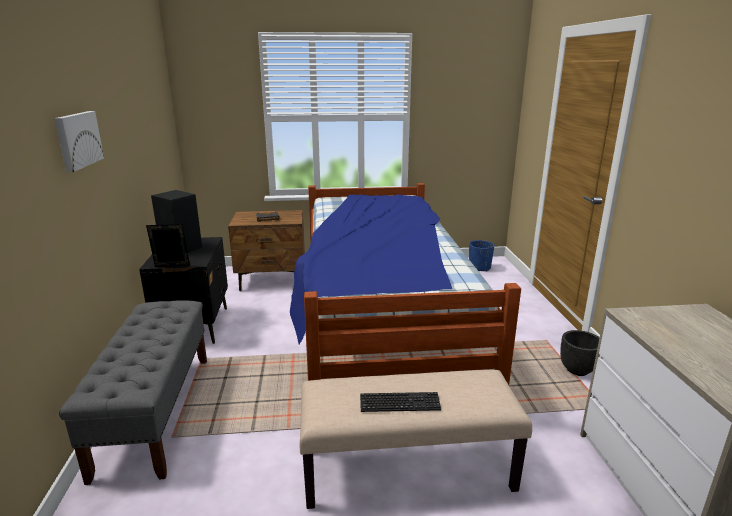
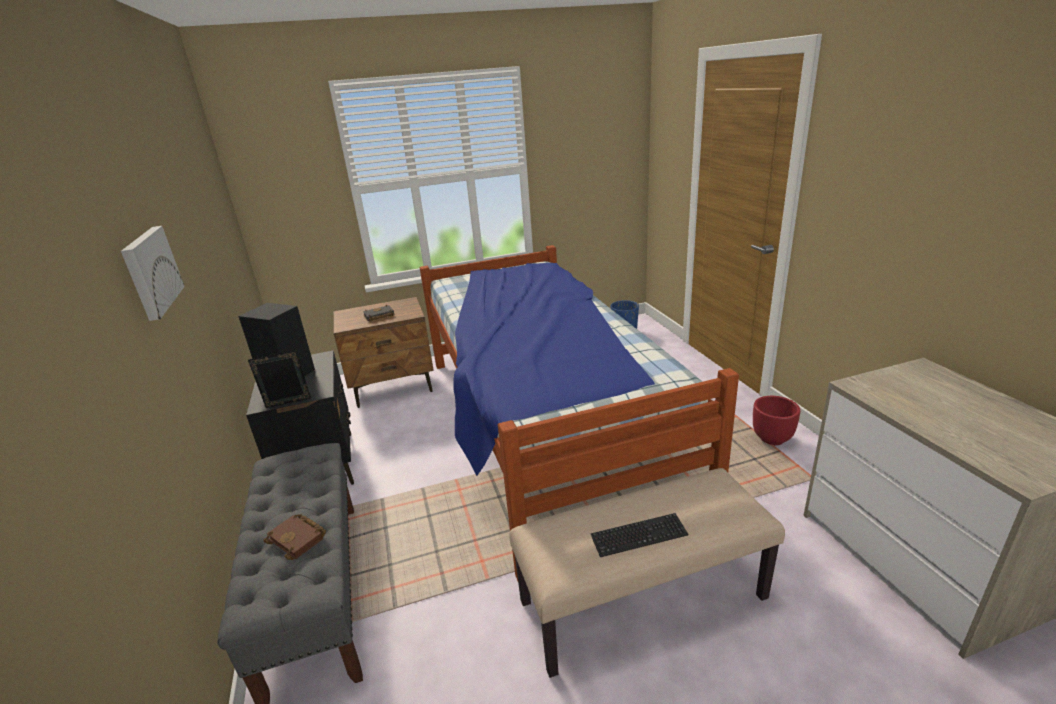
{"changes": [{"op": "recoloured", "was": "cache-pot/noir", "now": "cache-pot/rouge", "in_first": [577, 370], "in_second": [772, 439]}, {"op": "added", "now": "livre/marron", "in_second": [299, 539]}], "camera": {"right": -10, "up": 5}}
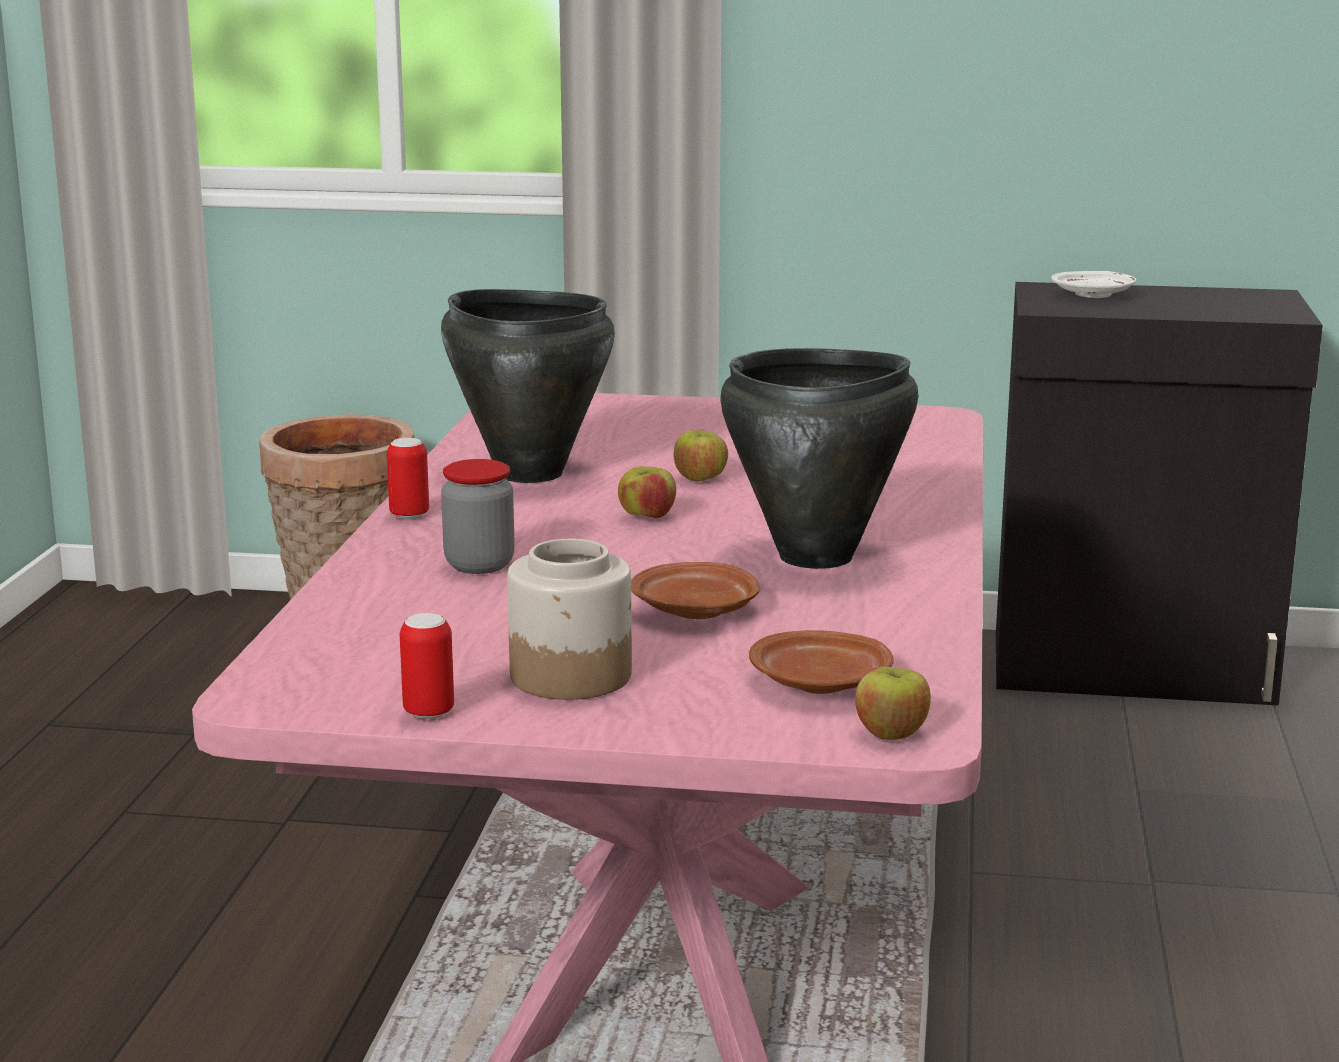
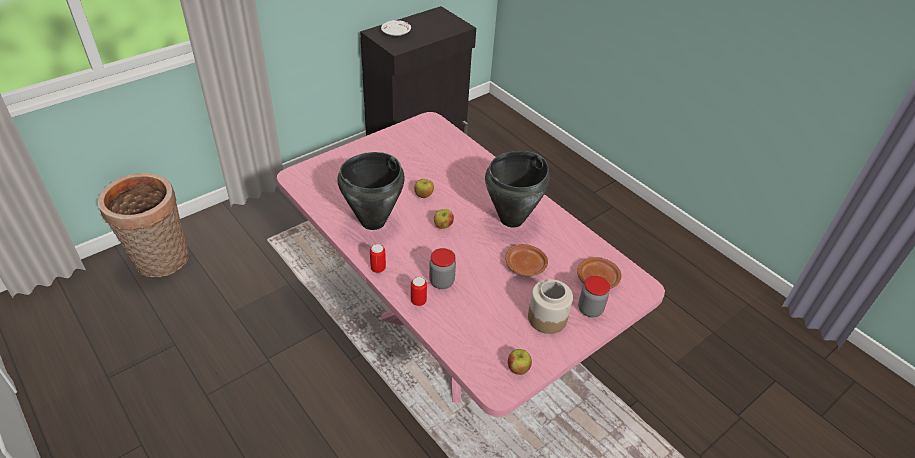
{"changes": [{"op": "moved", "was": "boîte métallique", "in_first": [428, 712], "in_second": [418, 301]}, {"op": "moved", "was": "pomme", "in_first": [891, 734], "in_second": [518, 368]}, {"op": "added", "now": "bocal", "in_second": [590, 309]}], "camera": {"right": -50, "up": 25}}
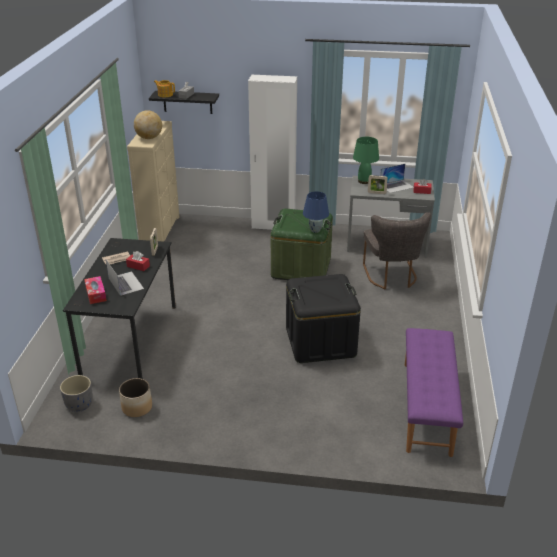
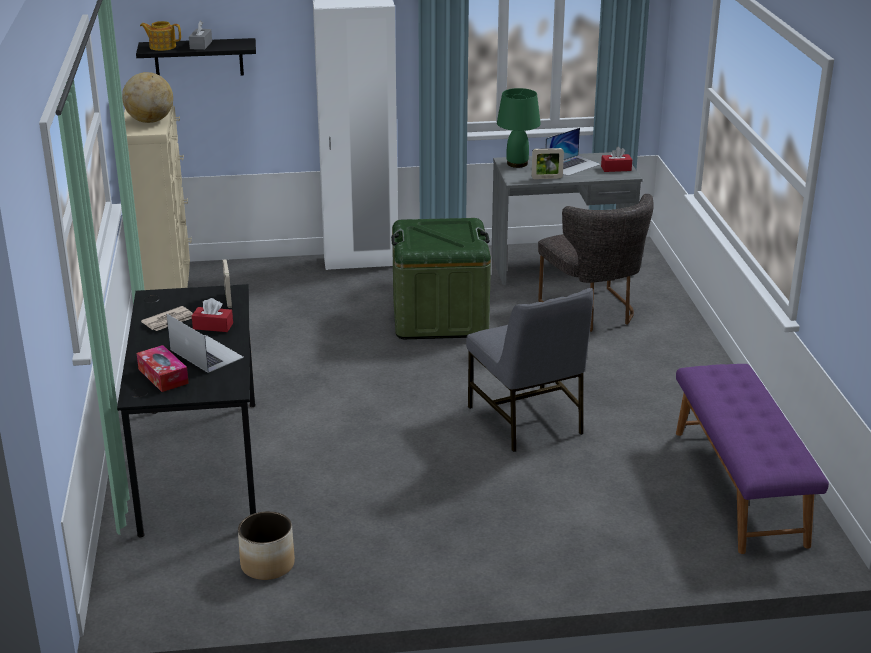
{"changes": [{"op": "removed", "was": "cache-pot/gris", "in_first": [79, 404]}, {"op": "replaced", "was": "boîte de rangement/noir", "now": "chaise/gris", "in_first": [320, 342], "in_second": [527, 421]}, {"op": "removed", "was": "lampe de table/bleu", "in_first": [315, 230]}], "camera": {"right": -15, "up": -5}}
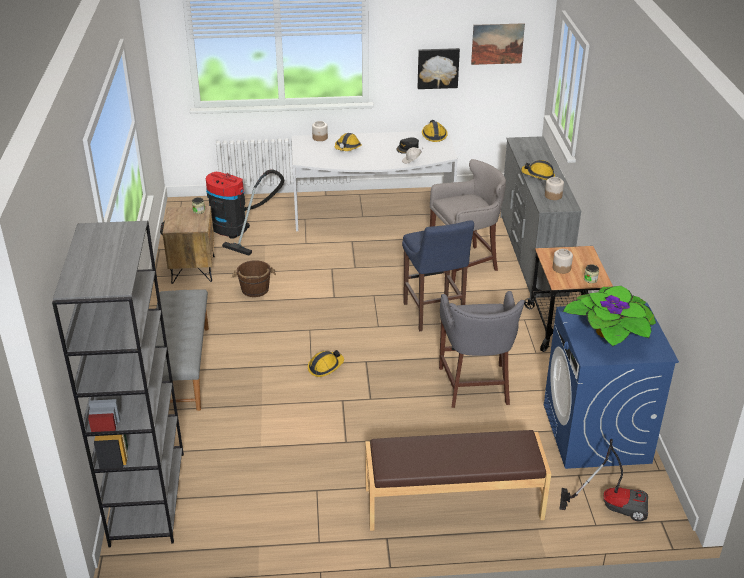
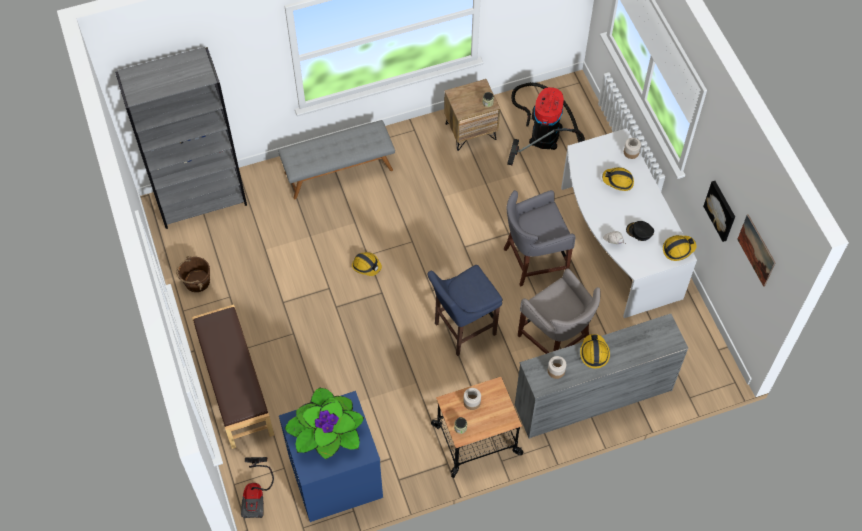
{"changes": [{"op": "moved", "was": "seau/marron", "in_first": [255, 290], "in_second": [196, 281]}, {"op": "moved", "was": "tabouret/gris", "in_first": [475, 387], "in_second": [533, 260]}], "camera": {"right": 75, "up": 25}}
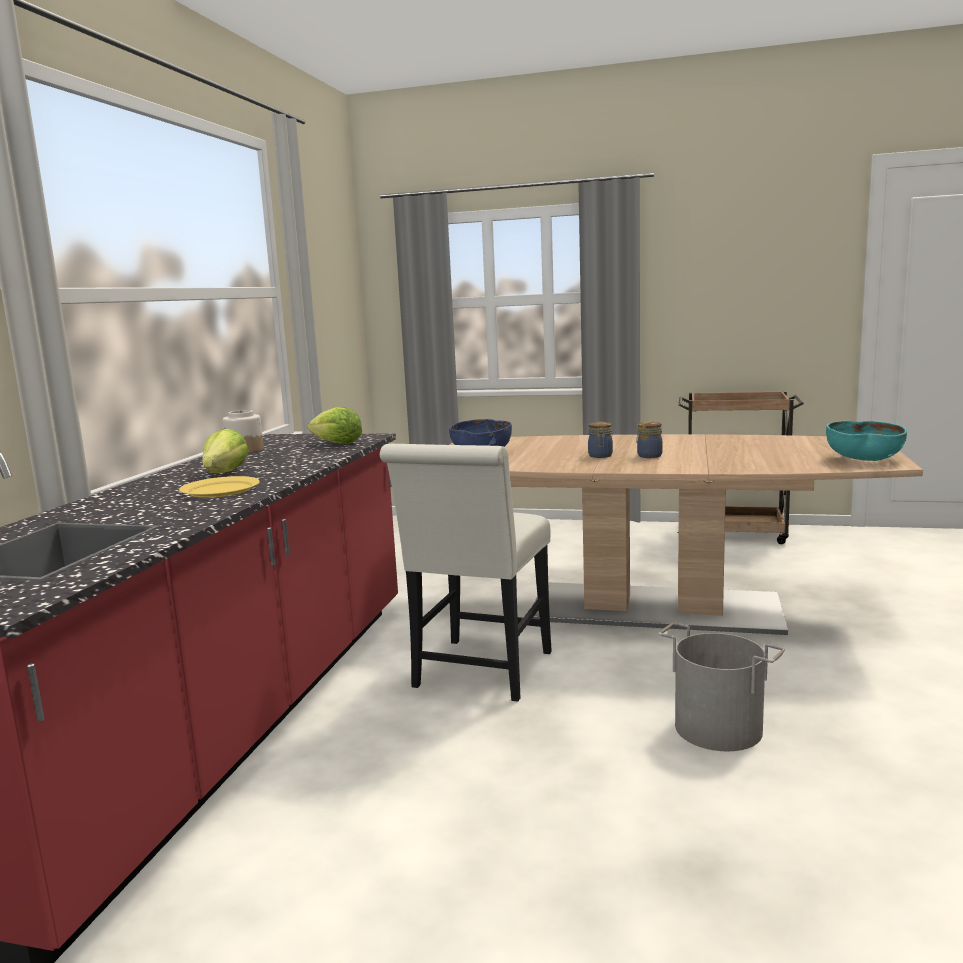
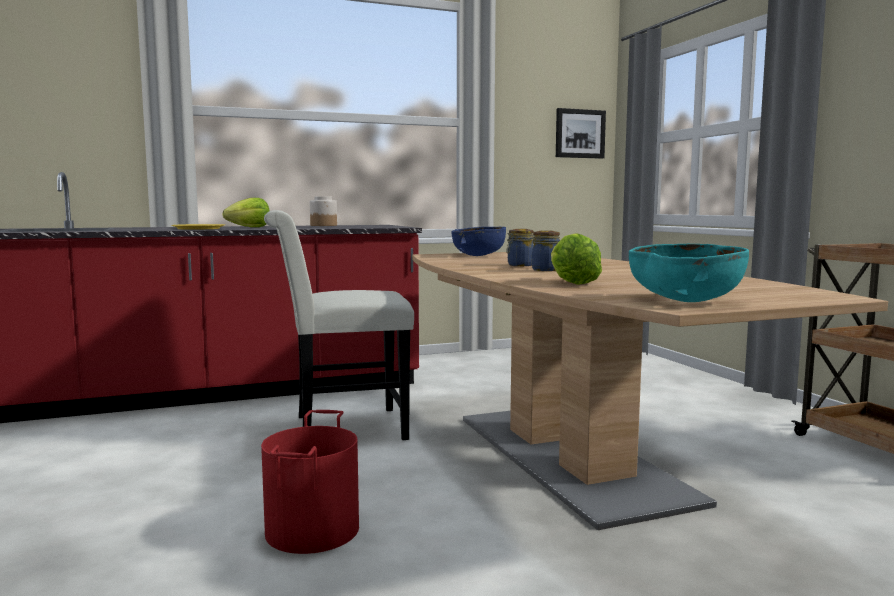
{"changes": [{"op": "moved", "was": "laitue", "in_first": [337, 443], "in_second": [571, 282]}, {"op": "recoloured", "was": "seau/gris", "now": "seau/rouge", "in_first": [718, 727], "in_second": [314, 529]}, {"op": "added", "now": "tableau", "in_second": [579, 134]}], "camera": {"right": 55, "up": -5}}
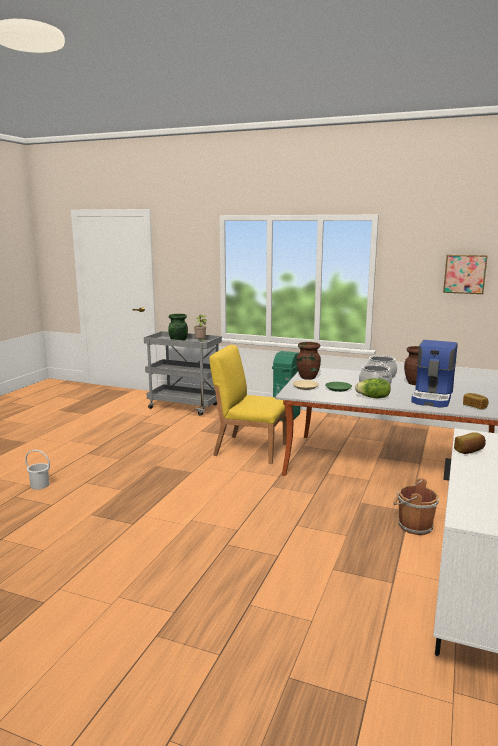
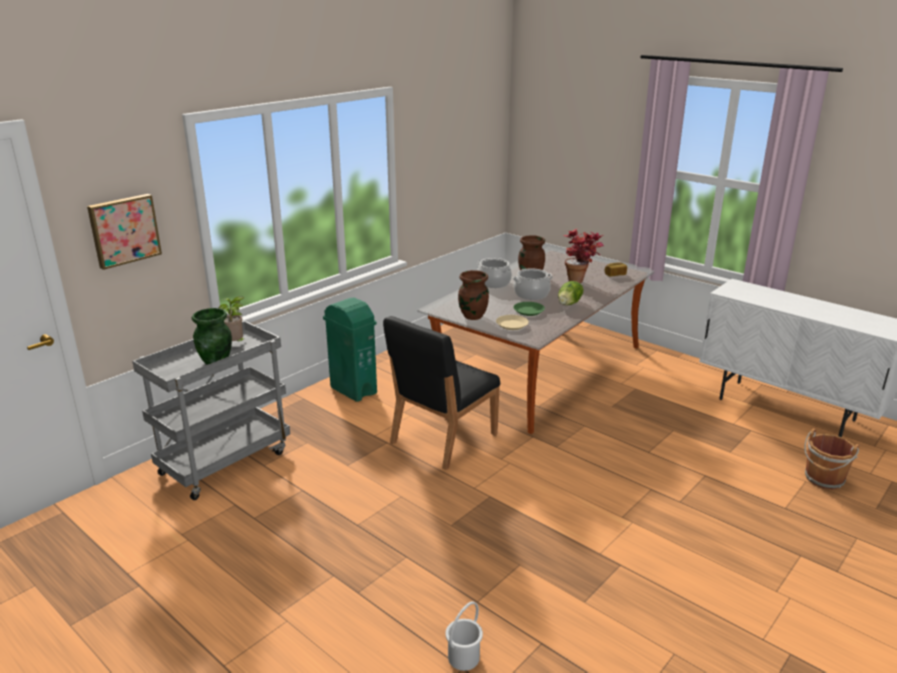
{"changes": [{"op": "recoloured", "was": "chaise/jaune", "now": "chaise/noir", "in_first": [250, 449], "in_second": [442, 438]}, {"op": "moved", "was": "seau/marron", "in_first": [413, 526], "in_second": [823, 479]}, {"op": "replaced", "was": "machine à café", "now": "plante en pot", "in_first": [433, 397], "in_second": [581, 281]}, {"op": "moved", "was": "tableau", "in_first": [464, 274], "in_second": [124, 230]}, {"op": "removed", "was": "pain", "in_first": [469, 451]}], "camera": {"right": -70, "up": 10}}
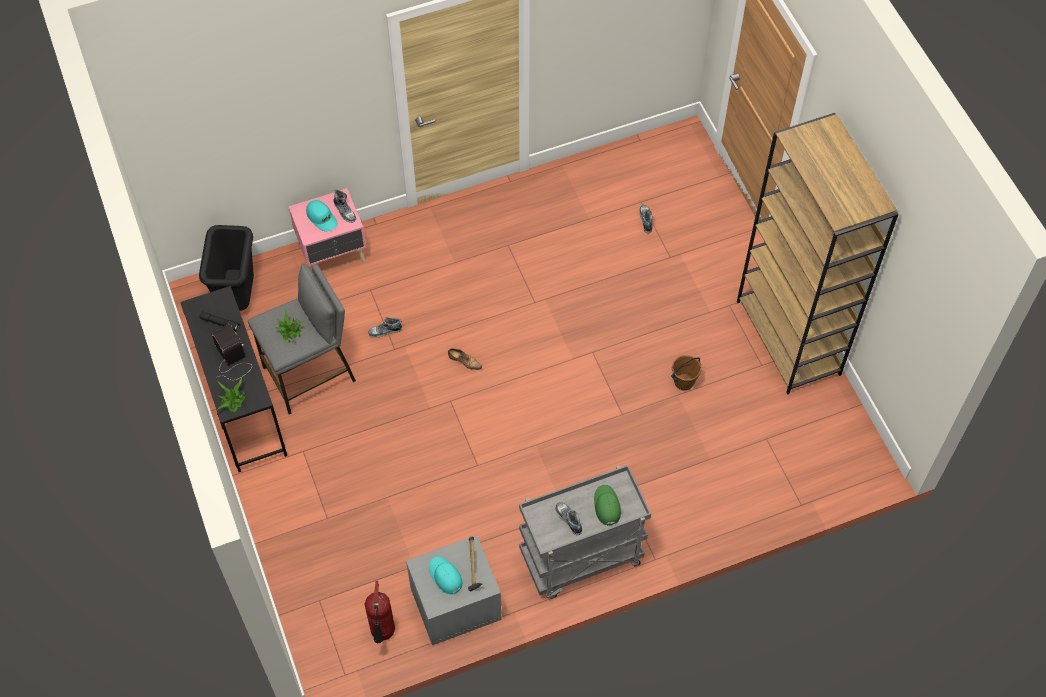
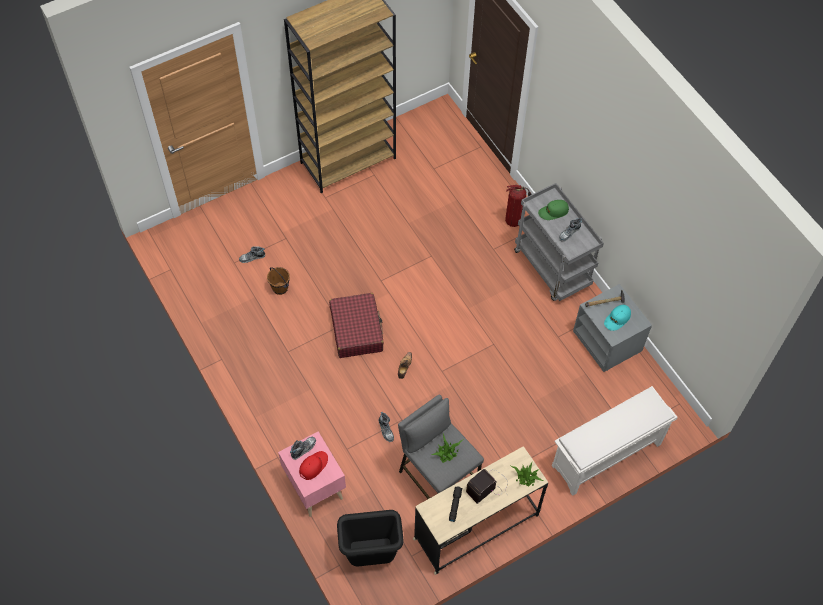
{"changes": [{"op": "recoloured", "was": "bureau/noir", "now": "bureau/beige", "in_first": [242, 405], "in_second": [476, 527]}, {"op": "recoloured", "was": "casquette/turquoise", "now": "casquette/rouge", "in_first": [322, 218], "in_second": [313, 466]}, {"op": "moved", "was": "extincteur", "in_first": [383, 634], "in_second": [515, 221]}, {"op": "moved", "was": "seau/marron", "in_first": [683, 381], "in_second": [280, 288]}, {"op": "added", "now": "valise/rouge", "in_second": [356, 330]}, {"op": "added", "now": "étagère à chaussures/blanc", "in_second": [606, 456]}], "camera": {"right": -100, "up": 0}}
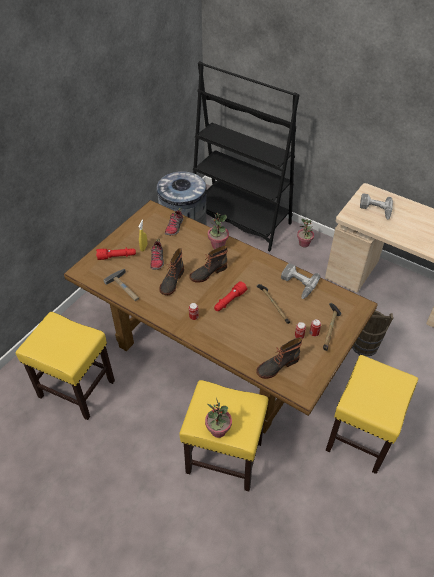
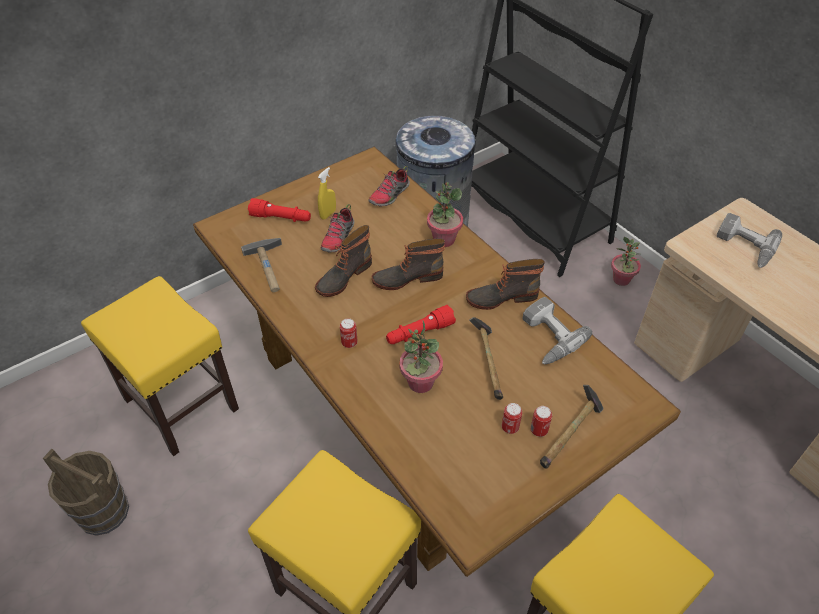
{"changes": [{"op": "moved", "was": "plante en pot", "in_first": [218, 430], "in_second": [420, 383]}, {"op": "moved", "was": "botte", "in_first": [277, 365], "in_second": [501, 297]}, {"op": "moved", "was": "seau/marron", "in_first": [364, 345], "in_second": [103, 511]}], "camera": {"right": 20, "up": 0}}
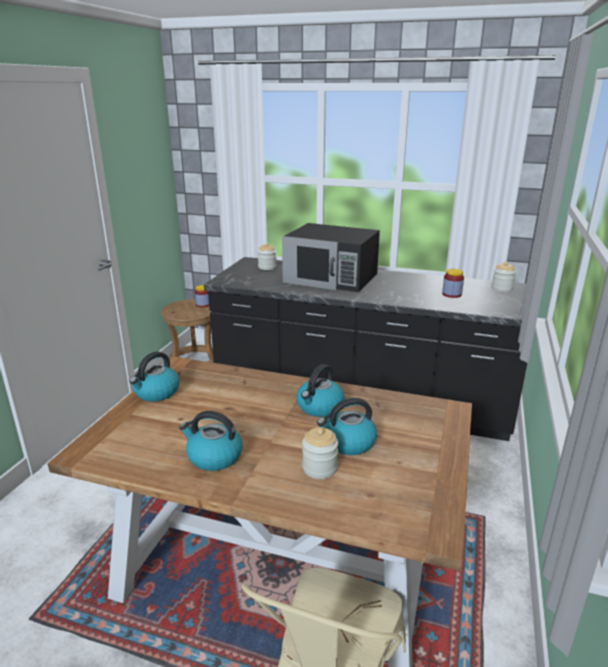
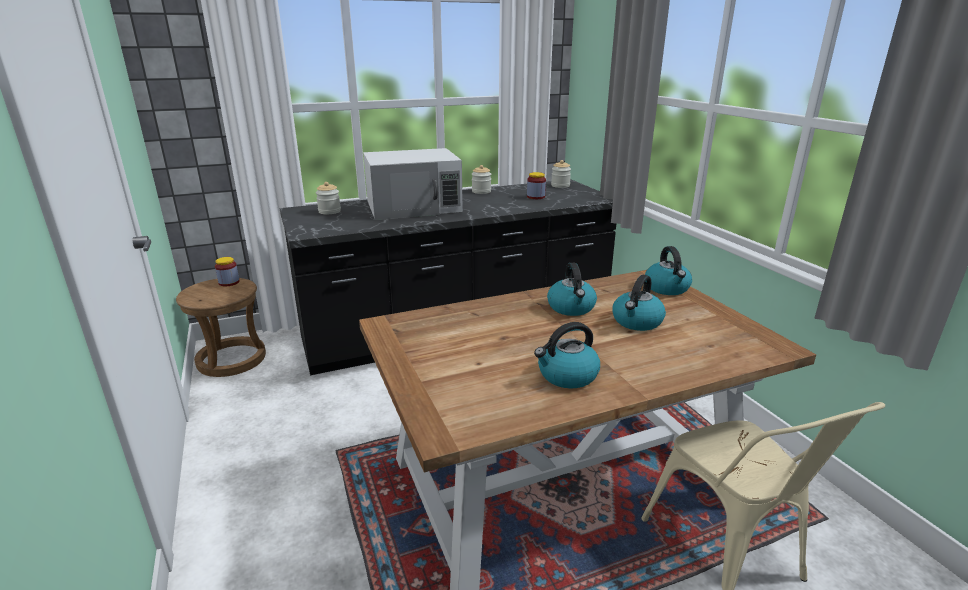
{"changes": [{"op": "moved", "was": "bouilloire", "in_first": [156, 393], "in_second": [667, 288]}, {"op": "recoloured", "was": "micro-ondes/noir", "now": "micro-ondes/blanc", "in_first": [331, 278], "in_second": [414, 206]}, {"op": "moved", "was": "bocal", "in_first": [319, 468], "in_second": [481, 191]}], "camera": {"right": -40, "up": 0}}
